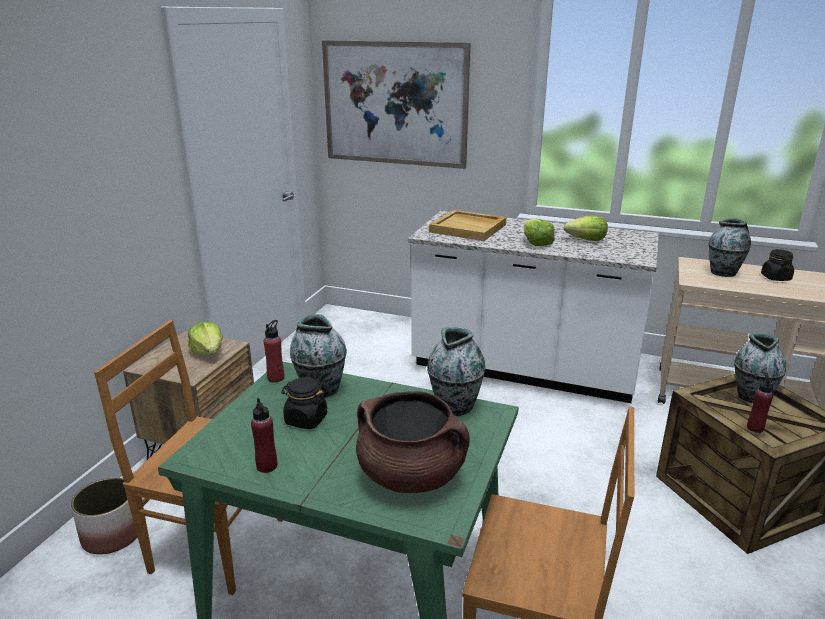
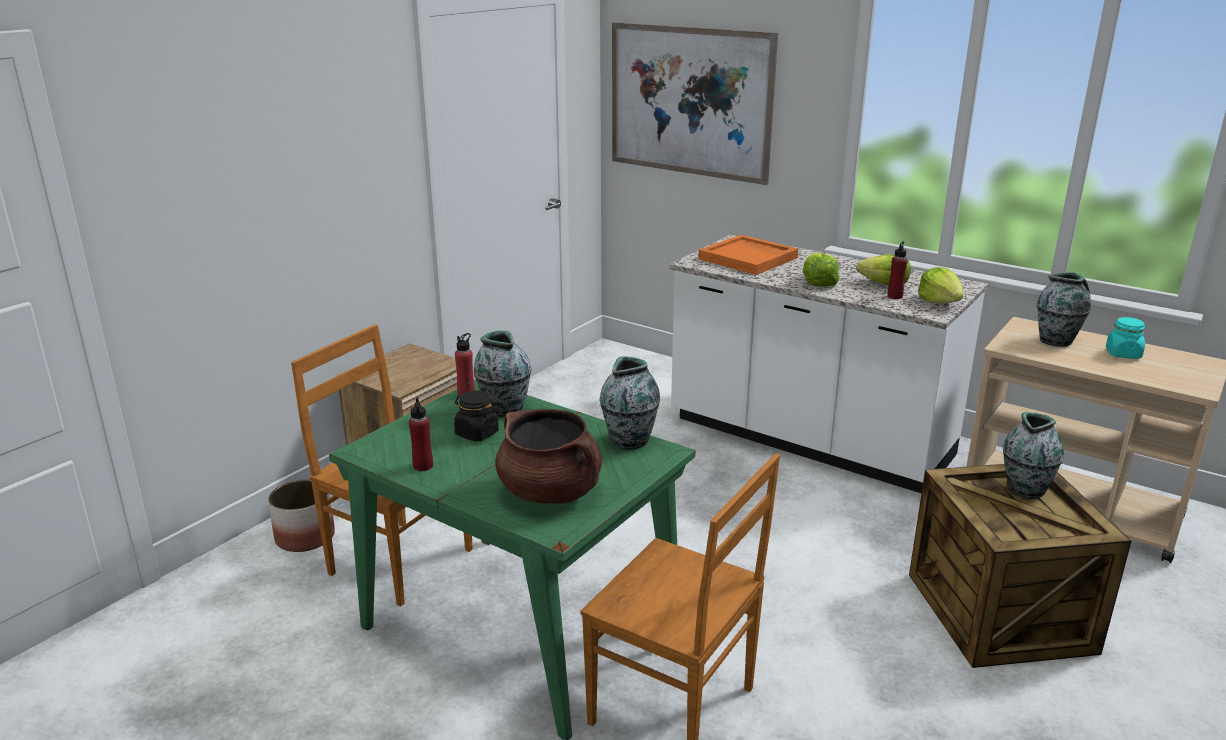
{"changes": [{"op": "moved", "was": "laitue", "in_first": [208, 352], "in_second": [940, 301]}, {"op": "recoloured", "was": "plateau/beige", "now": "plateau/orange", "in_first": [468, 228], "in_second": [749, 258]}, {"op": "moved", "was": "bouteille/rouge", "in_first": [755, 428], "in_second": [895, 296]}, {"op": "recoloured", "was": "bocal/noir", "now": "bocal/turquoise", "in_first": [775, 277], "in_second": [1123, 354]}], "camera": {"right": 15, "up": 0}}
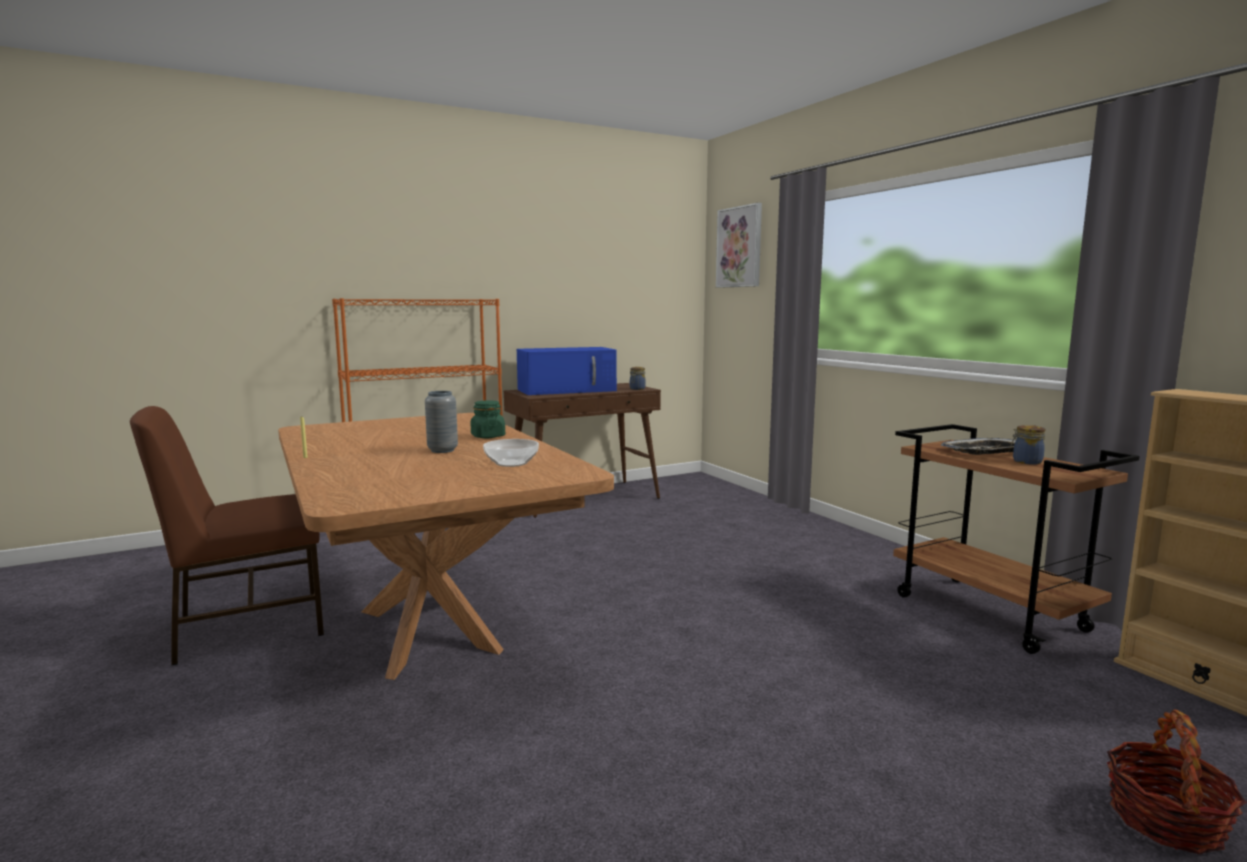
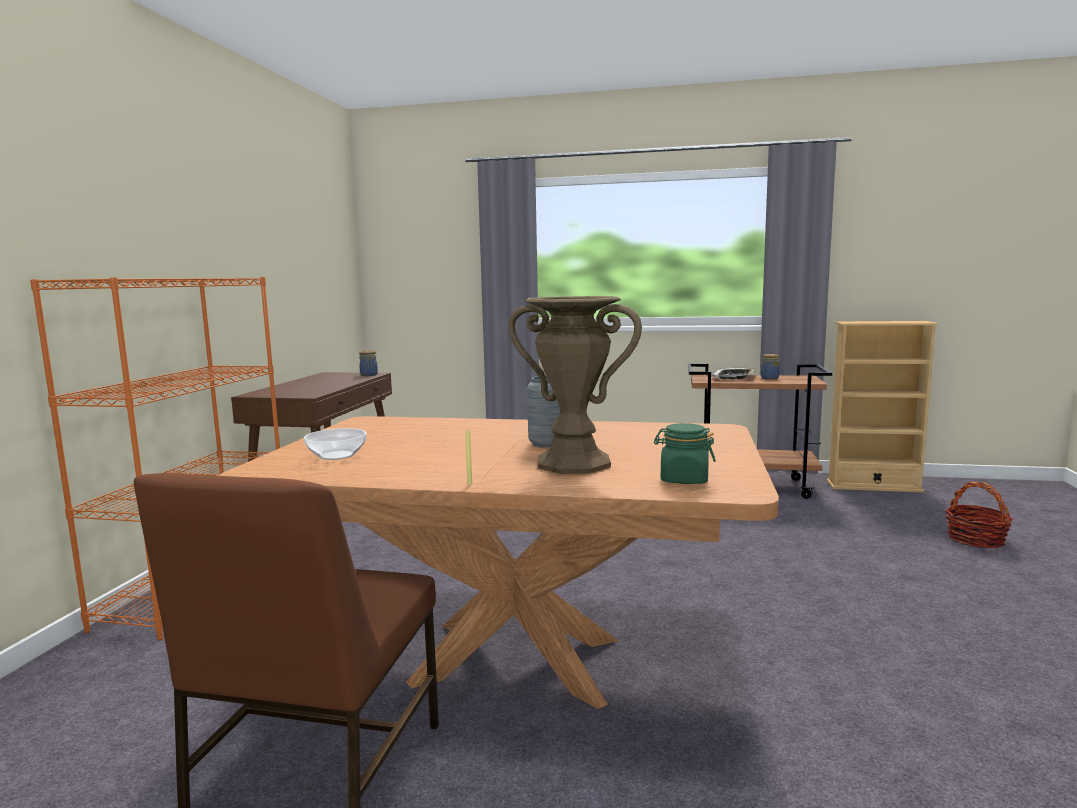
{"changes": [{"op": "moved", "was": "bocal/vert", "in_first": [488, 436], "in_second": [683, 479]}, {"op": "moved", "was": "bol", "in_first": [511, 463], "in_second": [337, 456]}, {"op": "removed", "was": "micro-ondes/bleu", "in_first": [568, 390]}, {"op": "removed", "was": "tableau", "in_first": [739, 247]}, {"op": "added", "now": "vase/marron", "in_second": [573, 463]}], "camera": {"right": -50, "up": 0}}
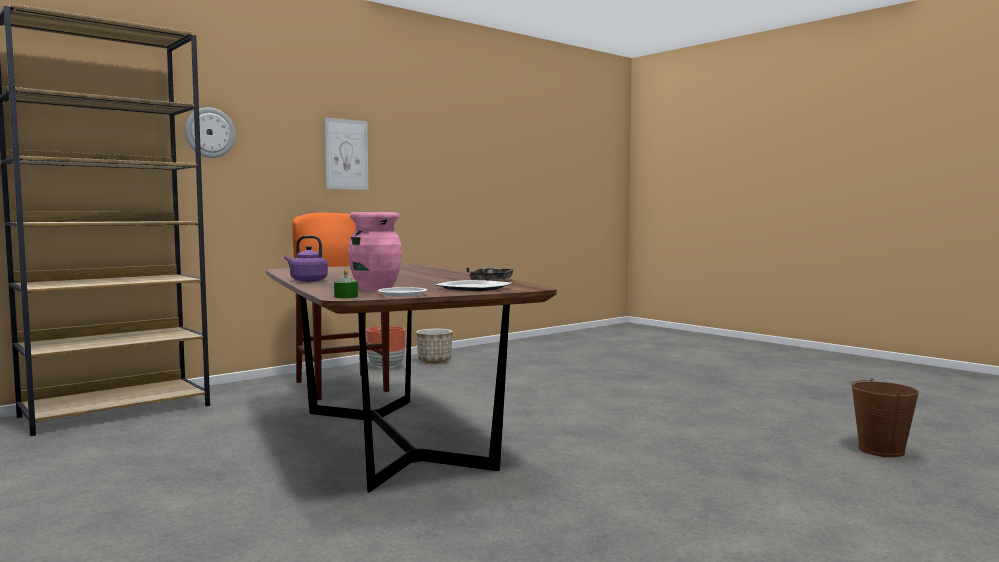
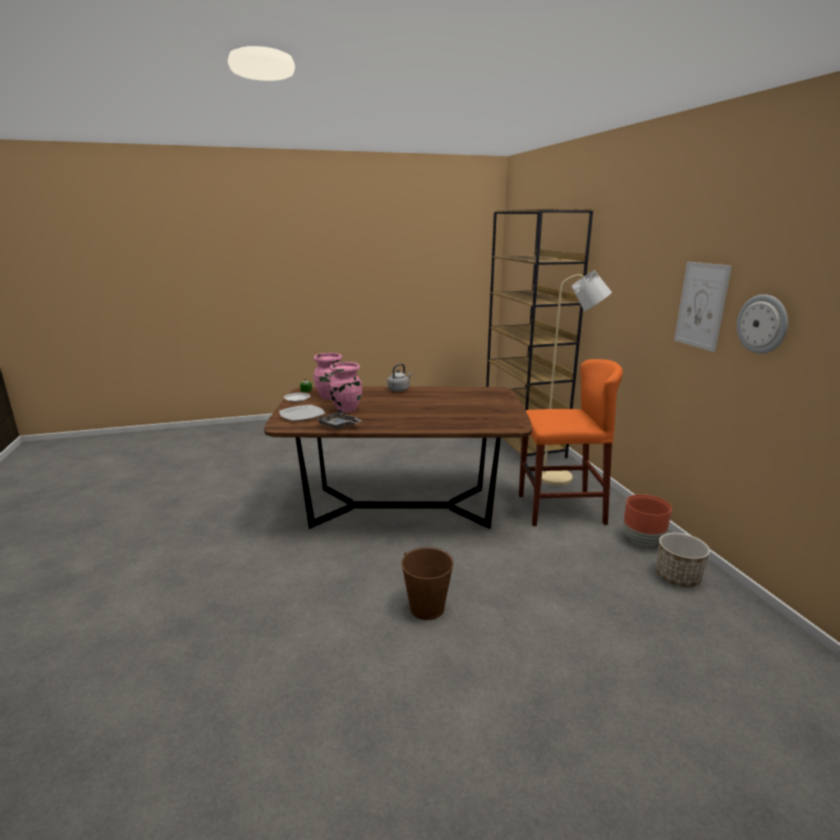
{"changes": [{"op": "moved", "was": "horloge murale", "in_first": [210, 132], "in_second": [762, 324]}, {"op": "recoloured", "was": "bouilloire/violet", "now": "bouilloire/gris", "in_first": [307, 281], "in_second": [399, 390]}, {"op": "moved", "was": "seau/marron", "in_first": [881, 450], "in_second": [427, 608]}, {"op": "added", "now": "vase/rose", "in_second": [346, 409]}, {"op": "added", "now": "lampadaire/beige", "in_second": [561, 478]}], "camera": {"right": 115, "up": 15}}
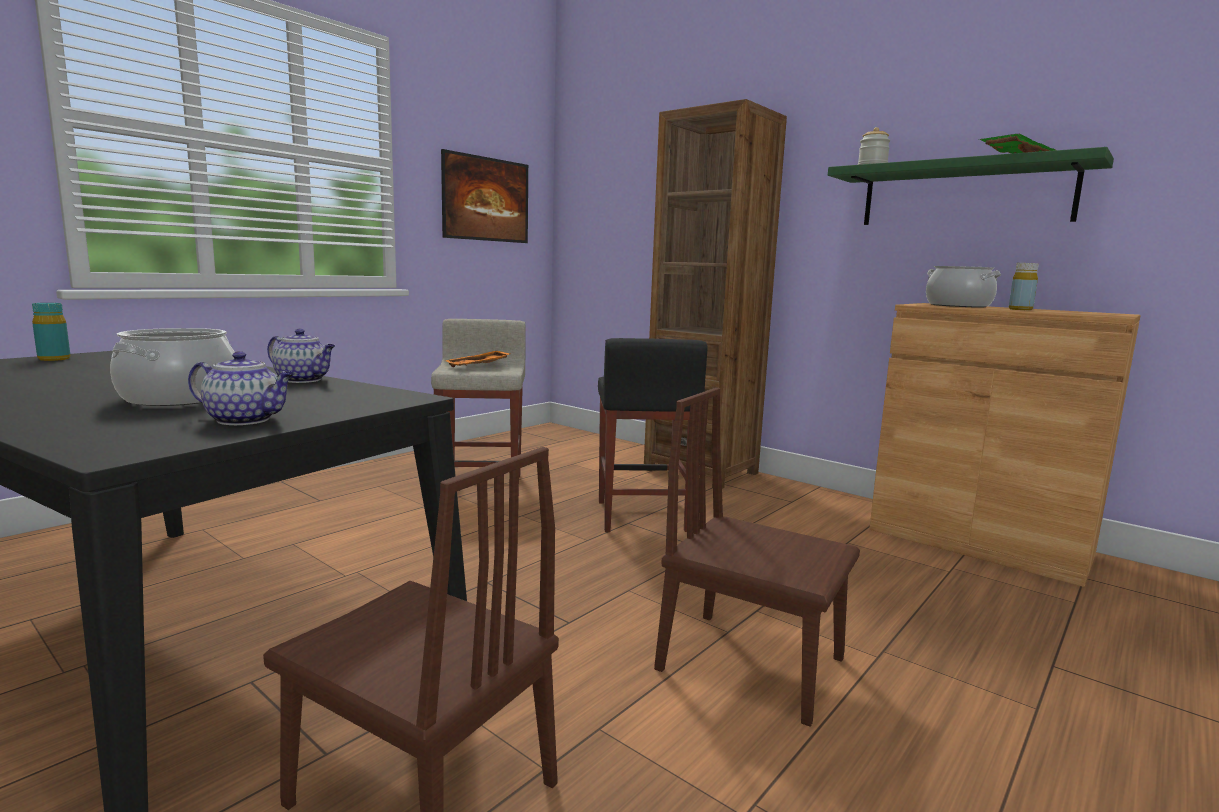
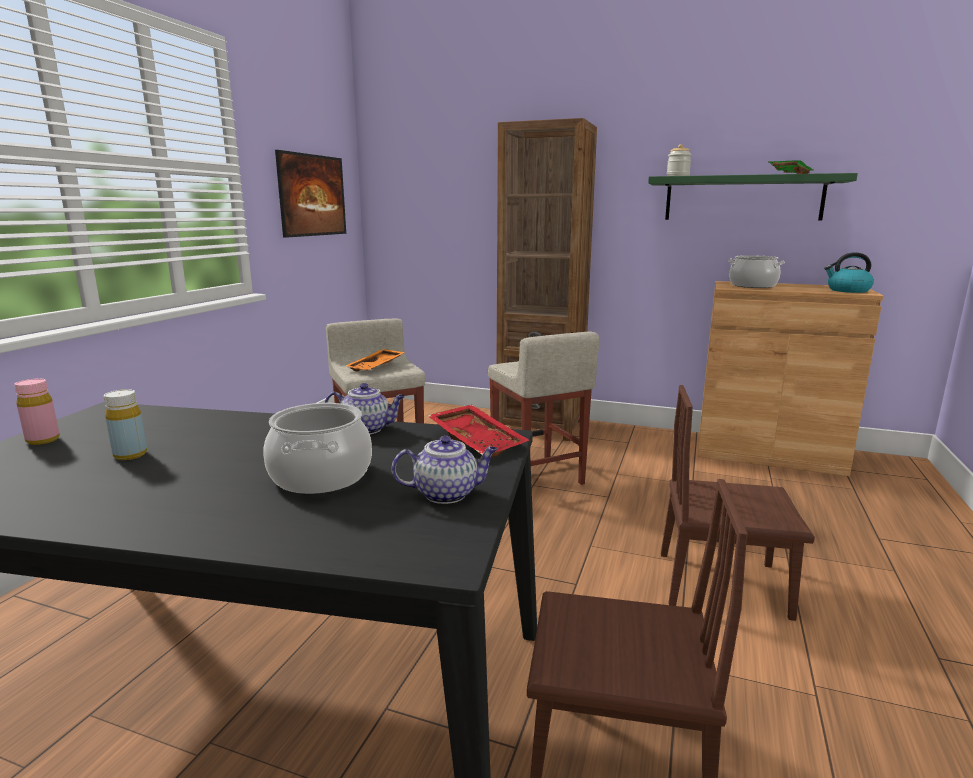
{"changes": [{"op": "recoloured", "was": "bouteille/turquoise", "now": "bouteille/rose", "in_first": [54, 359], "in_second": [43, 440]}, {"op": "recoloured", "was": "tabouret/noir", "now": "tabouret/beige", "in_first": [641, 516], "in_second": [537, 477]}, {"op": "moved", "was": "bouteille/jaune", "in_first": [1020, 309], "in_second": [130, 455]}, {"op": "added", "now": "plateau/rouge", "in_second": [478, 441]}, {"op": "added", "now": "bouilloire", "in_second": [847, 290]}], "camera": {"right": -20, "up": 5}}
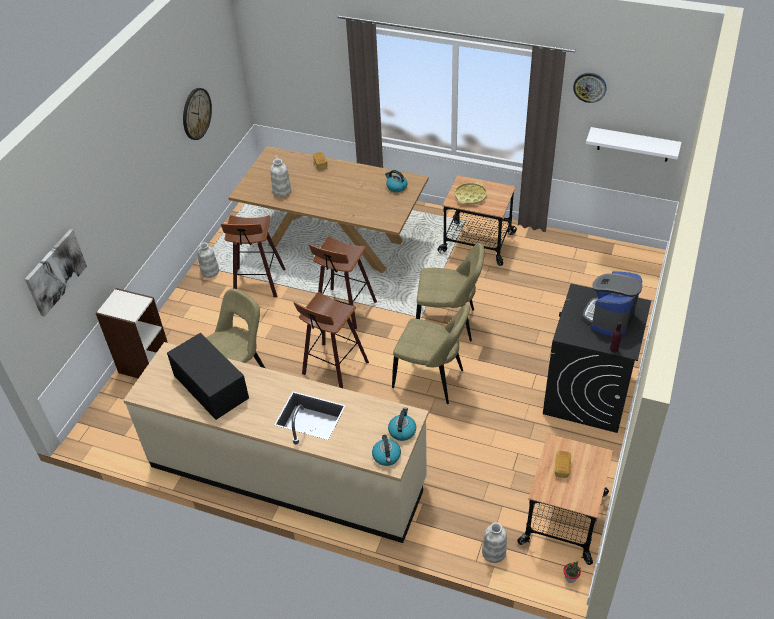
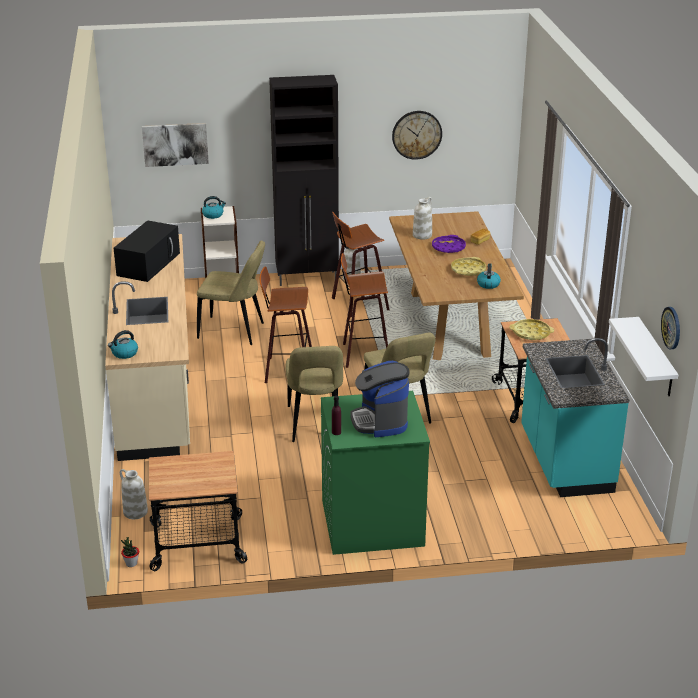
{"changes": [{"op": "moved", "was": "bouilloire", "in_first": [402, 431], "in_second": [213, 215]}, {"op": "recoloured", "was": "lave-linge/noir", "now": "lave-linge/vert", "in_first": [587, 394], "in_second": [371, 523]}, {"op": "removed", "was": "pain", "in_first": [562, 468]}, {"op": "moved", "was": "horloge murale", "in_first": [589, 87], "in_second": [671, 327]}, {"op": "turned", "was": "machine à café", "in_first": [609, 317], "in_second": [380, 421], "clockwise": -105}, {"op": "added", "now": "meuble de rangement/noir", "in_second": [308, 278]}, {"op": "added", "now": "plateau/violet", "in_second": [448, 247]}, {"op": "added", "now": "plateau/jaune", "in_second": [468, 270]}, {"op": "added", "now": "comptoir de cuisine/turquoise", "in_second": [564, 462]}], "camera": {"right": 60, "up": -15}}
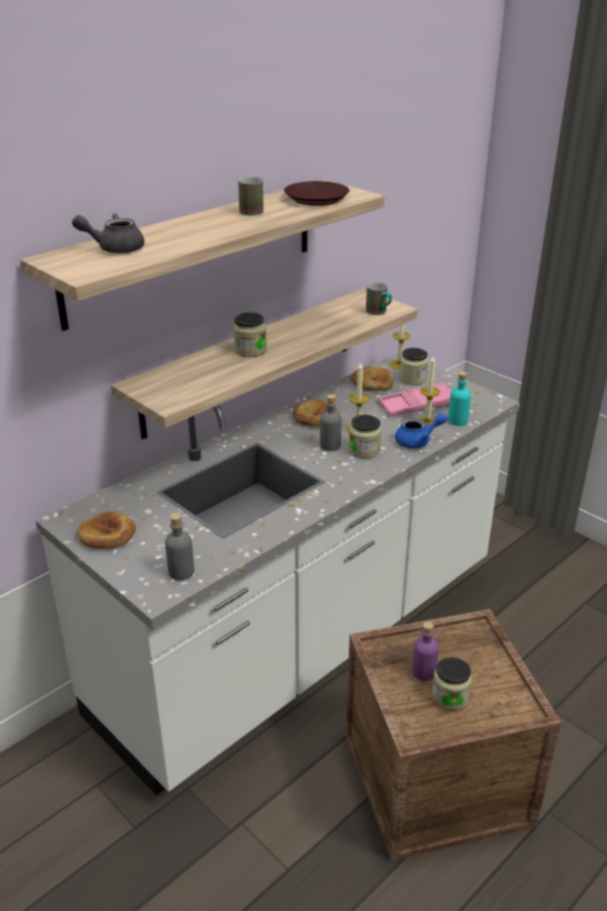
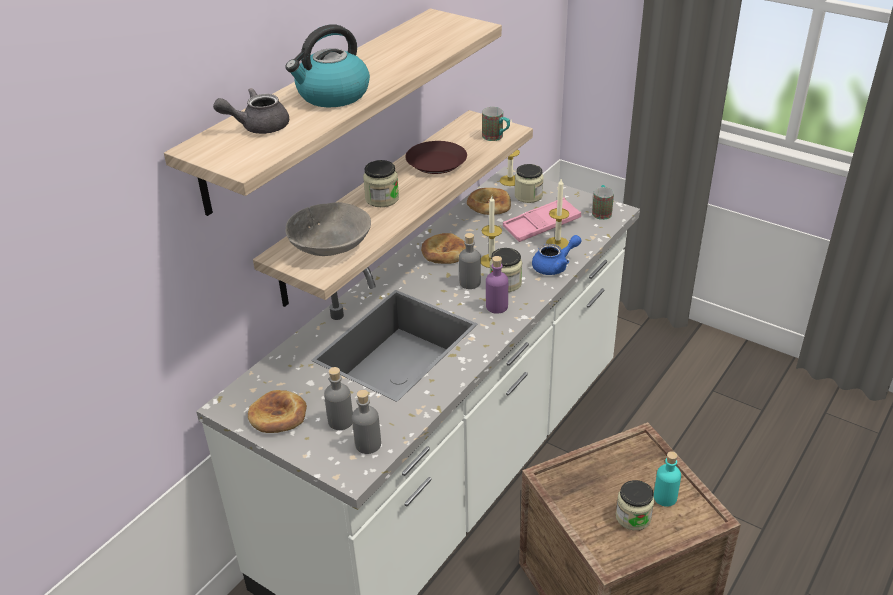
{"changes": [{"op": "moved", "was": "mug", "in_first": [253, 210], "in_second": [601, 211]}, {"op": "moved", "was": "assiette/marron", "in_first": [317, 198], "in_second": [437, 162]}, {"op": "moved", "was": "bouteille/violet", "in_first": [423, 672], "in_second": [496, 306]}, {"op": "moved", "was": "bouteille/turquoise", "in_first": [457, 421], "in_second": [665, 497]}, {"op": "added", "now": "bol/gris", "in_second": [331, 245]}, {"op": "added", "now": "bouilloire", "in_second": [332, 95]}, {"op": "added", "now": "bouteille/gris", "in_second": [340, 421]}], "camera": {"right": -10, "up": 5}}
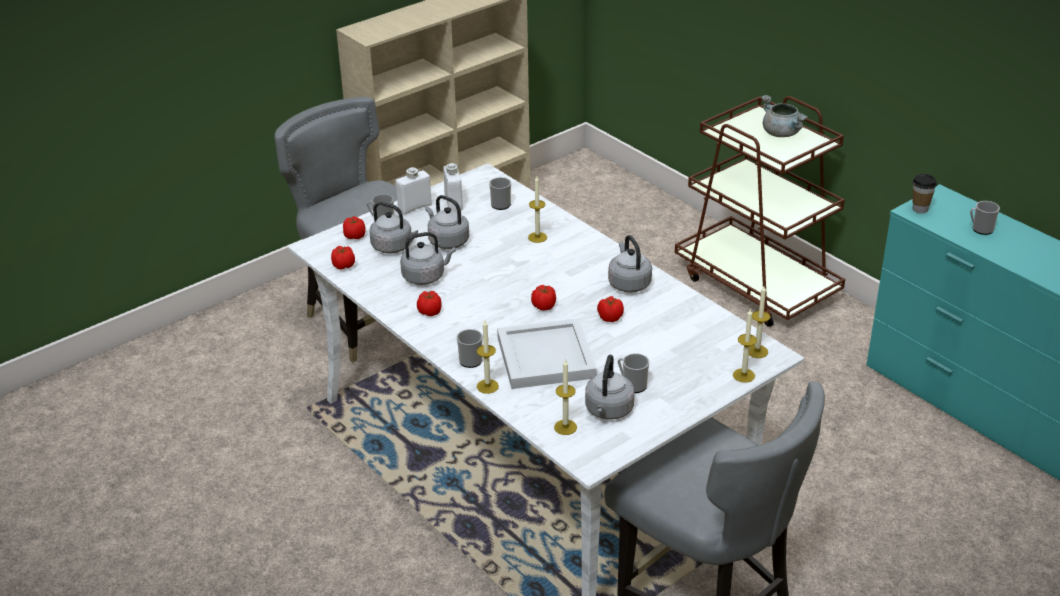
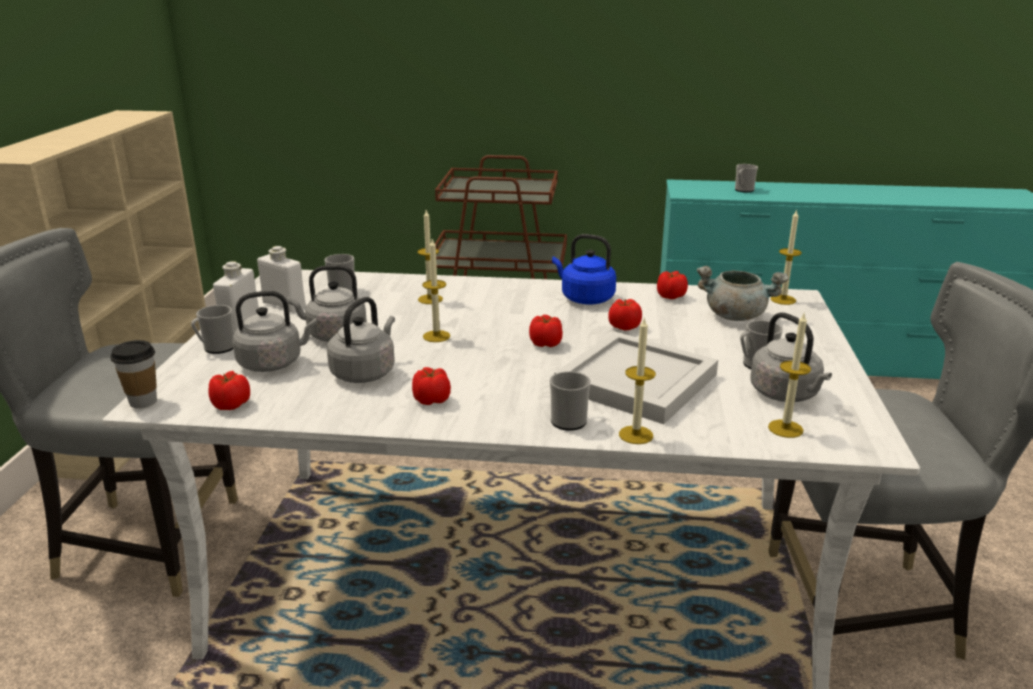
{"changes": [{"op": "moved", "was": "tomate", "in_first": [355, 236], "in_second": [670, 296]}, {"op": "recoloured", "was": "bouilloire/gris", "now": "bouilloire/bleu", "in_first": [628, 283], "in_second": [584, 298]}, {"op": "moved", "was": "bougie", "in_first": [743, 375], "in_second": [436, 336]}, {"op": "moved", "was": "marmite/gris", "in_first": [782, 133], "in_second": [736, 316]}, {"op": "moved", "was": "tasse", "in_first": [920, 209], "in_second": [143, 402]}], "camera": {"right": -45, "up": -10}}
